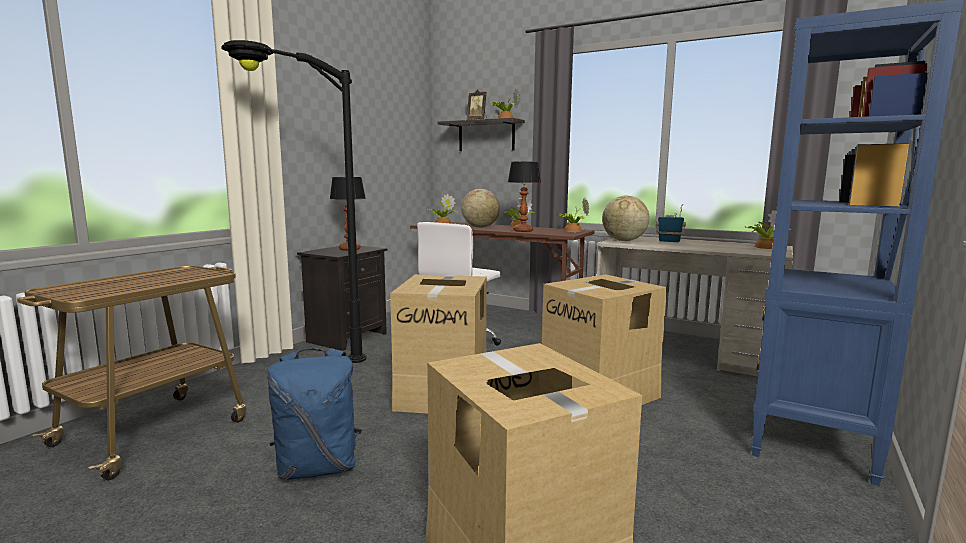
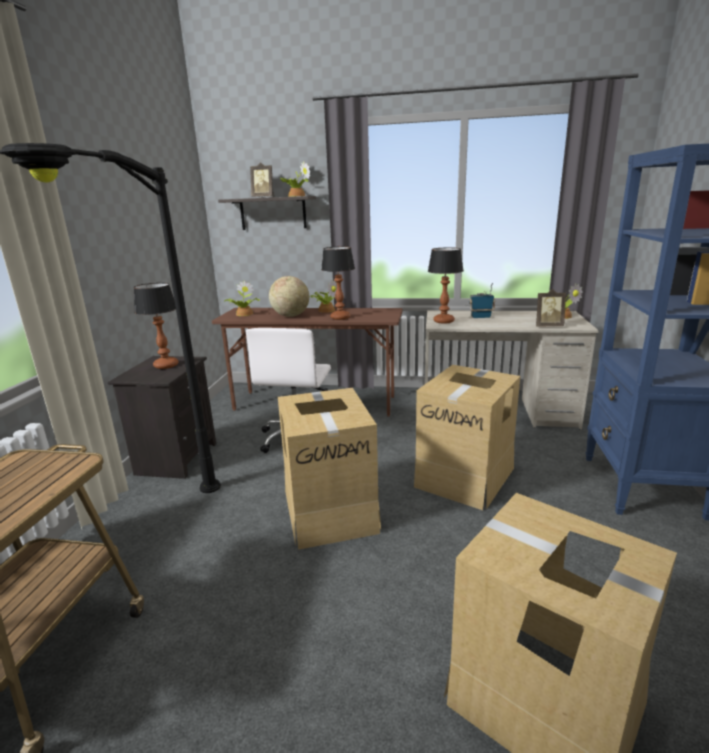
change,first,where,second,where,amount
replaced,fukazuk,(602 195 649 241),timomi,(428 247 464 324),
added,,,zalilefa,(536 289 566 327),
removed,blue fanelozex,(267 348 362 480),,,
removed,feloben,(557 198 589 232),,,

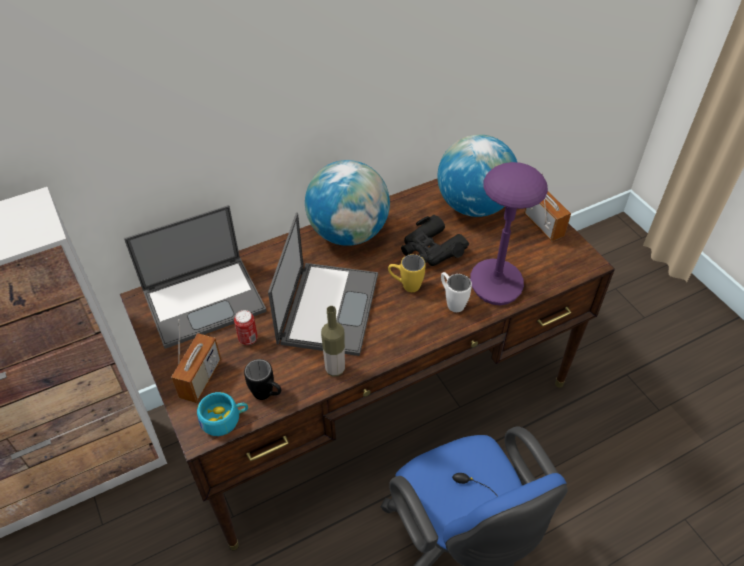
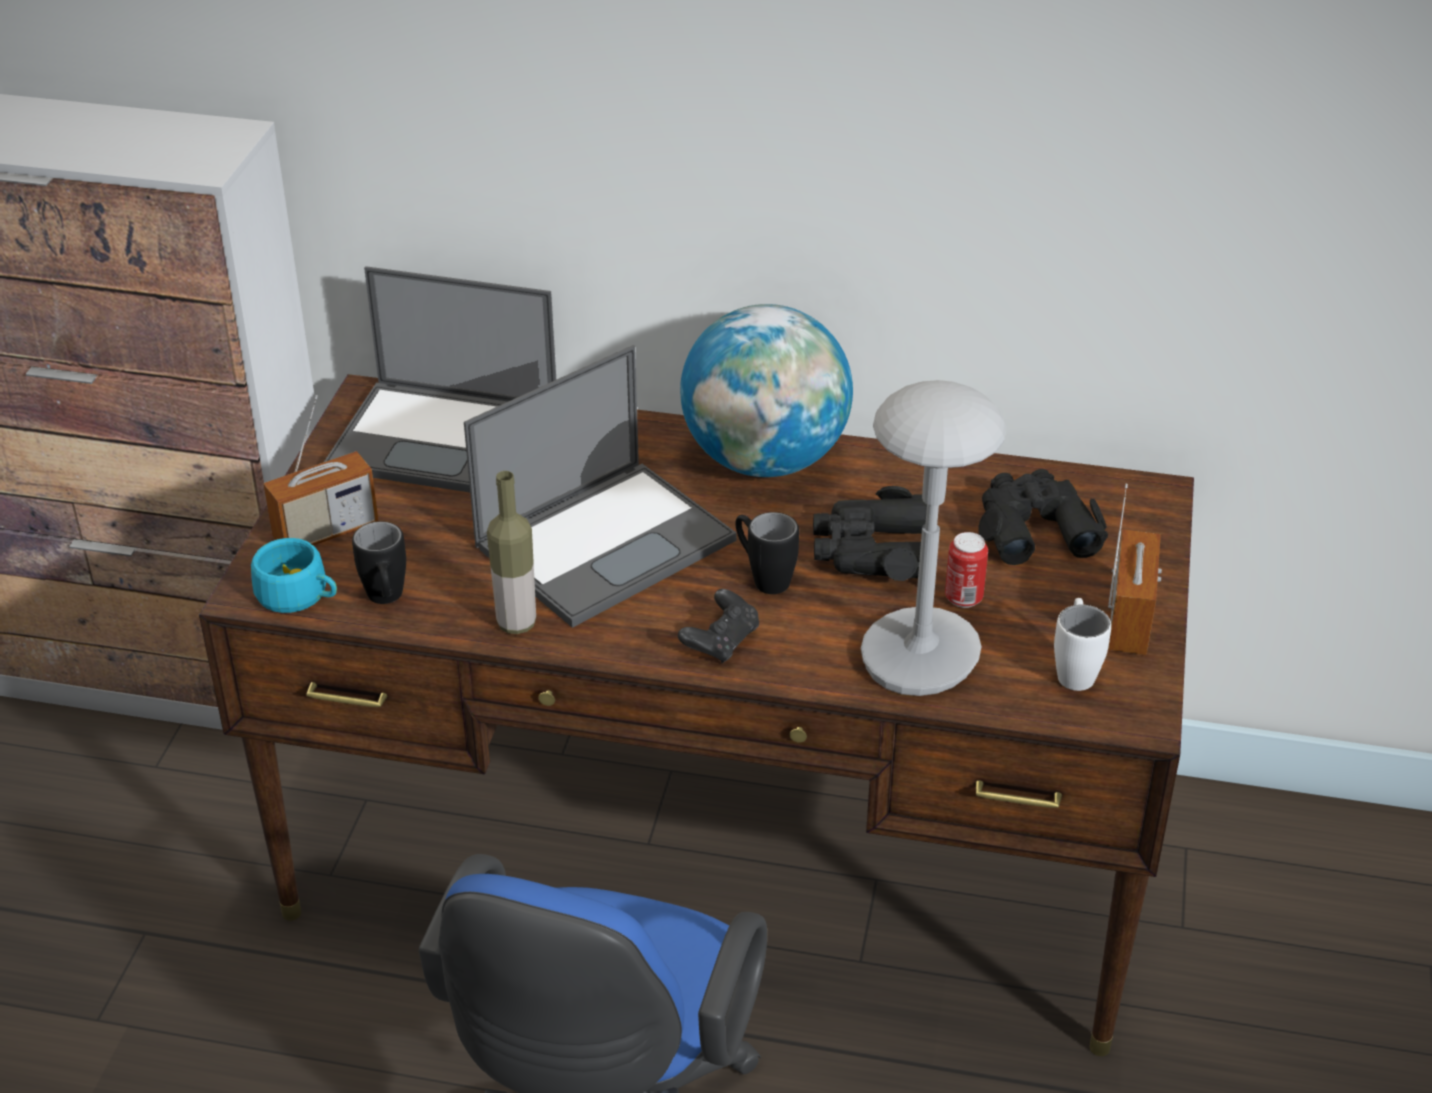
change,first,where,second,where,amount
added,,,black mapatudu,(678 589 759 663),
recoloured,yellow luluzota,(388 254 426 292),black luluzota,(735 512 799 594),
recoloured,purple timomi,(470 162 548 305),grey timomi,(861 380 1006 696),
moved,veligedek,(234 310 258 345),,(945 532 988 608),
replaced,fukazuk,(437 134 517 217),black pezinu,(978 469 1108 565),
moved,white luluzota,(441 272 472 312),,(1054 598 1111 691),

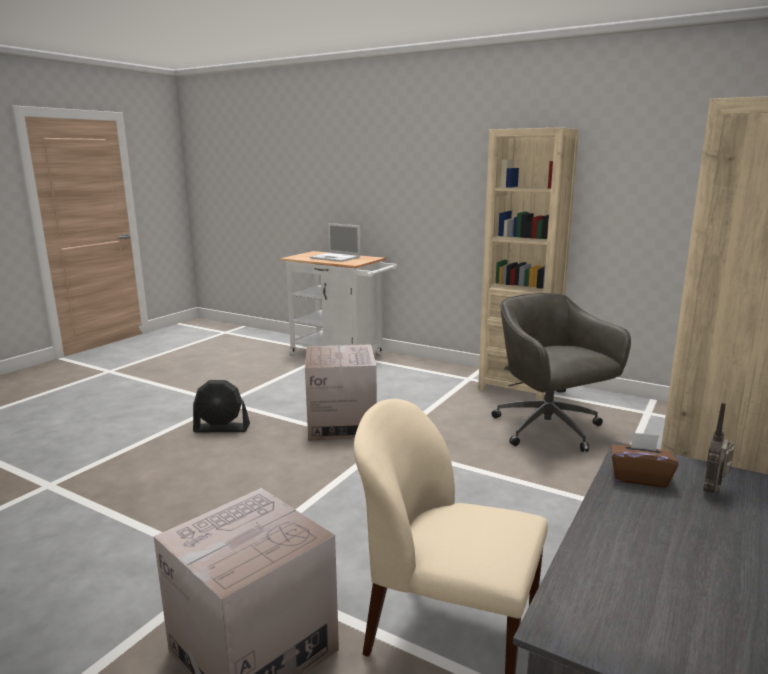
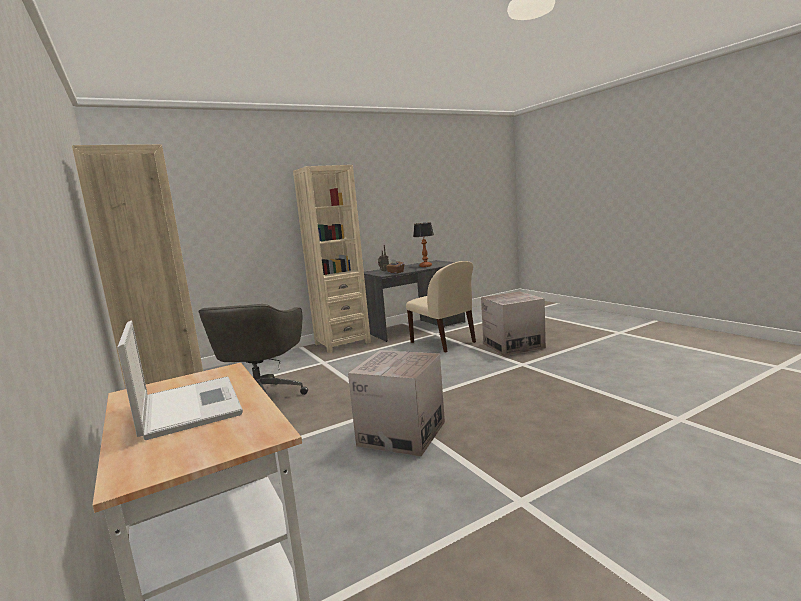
change,first,where,second,where,amount
added,,,timomi,(413 222 434 267),
removed,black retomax,(193 380 250 432),,,

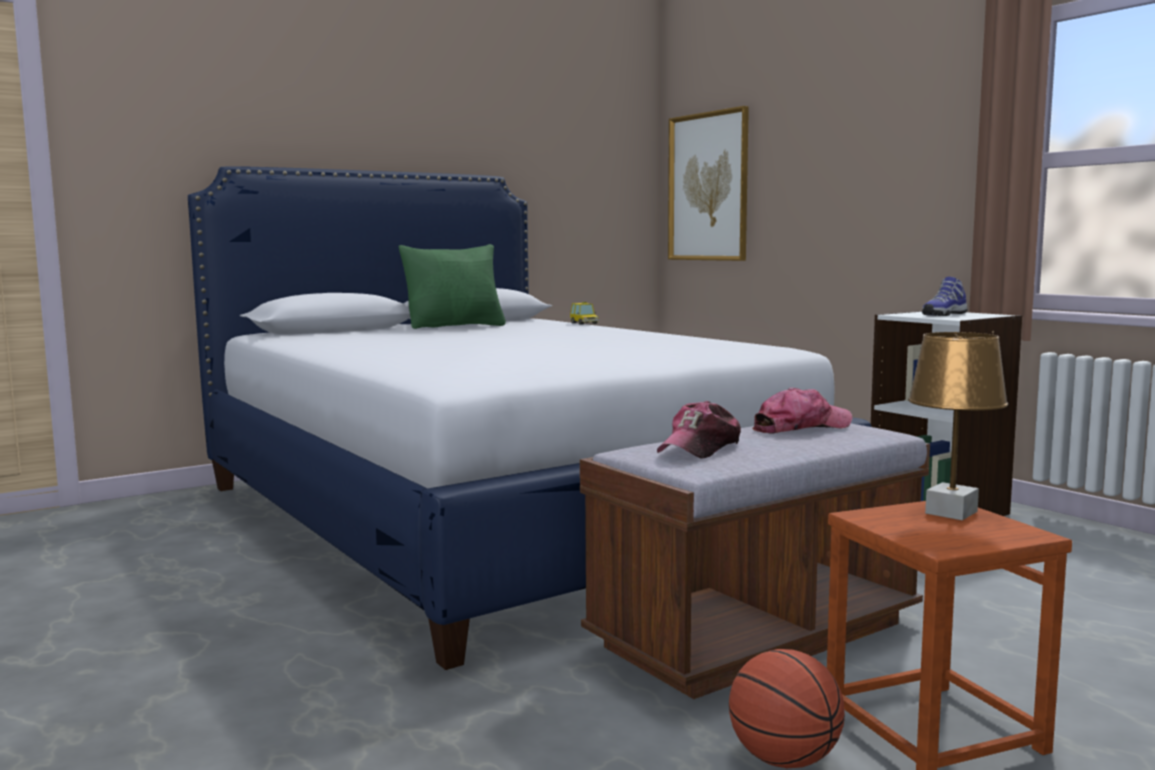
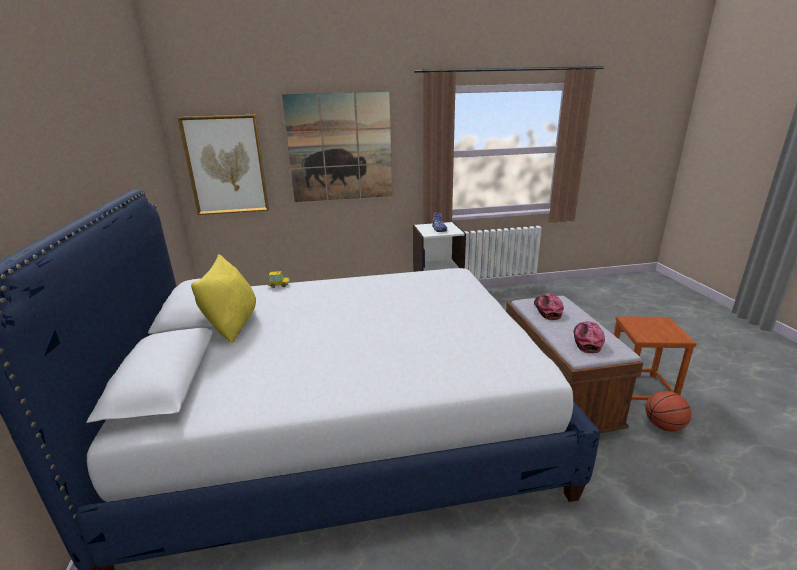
change,first,where,second,where,amount
recoloured,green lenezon,(399 244 506 329),yellow lenezon,(191 254 256 343),
added,,,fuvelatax,(282 92 393 202),
turned,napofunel,(657 401 741 459),,(573 321 605 353),135 degrees counterclockwise
removed,brown timomi,(908 332 1008 520),,,

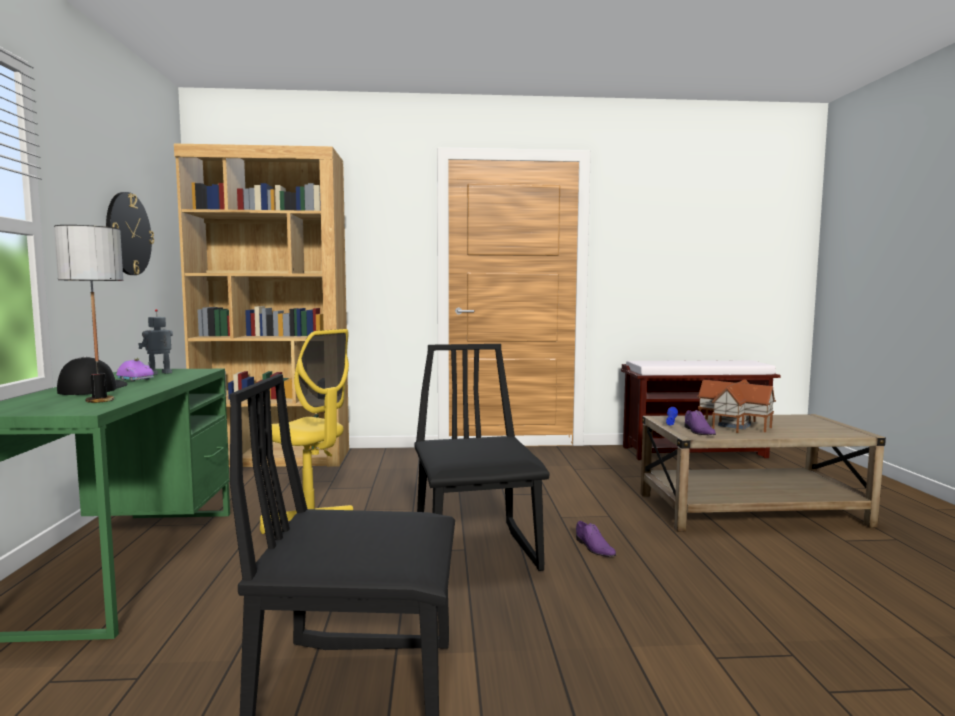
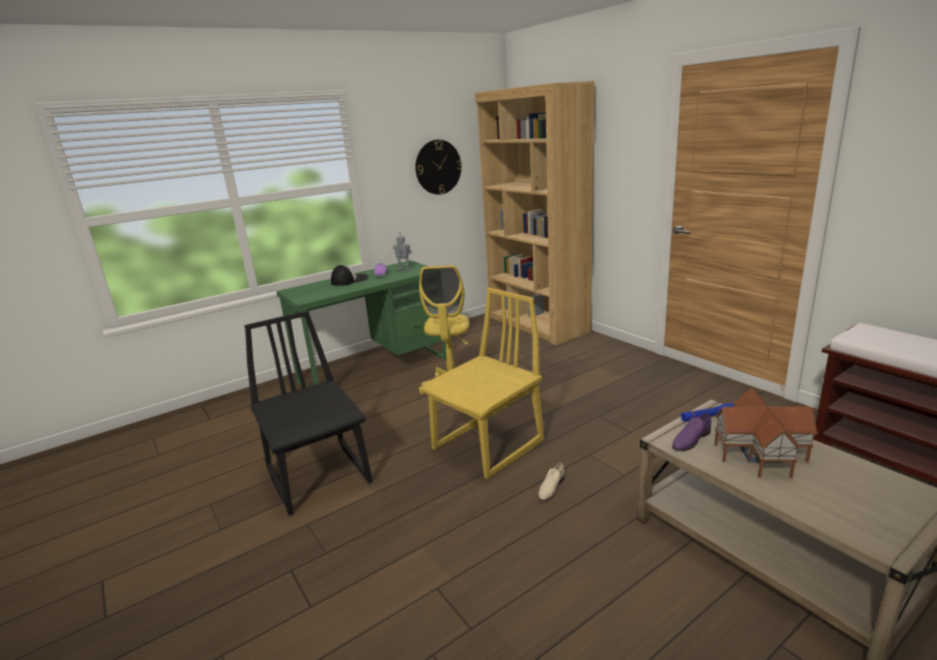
change,first,where,second,where,amount
recoloured,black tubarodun,(414 344 550 571),yellow tubarodun,(421 288 544 480),
recoloured,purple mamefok,(576 521 616 557),beige mamefok,(538 463 565 501),
removed,timomi,(54 225 123 403),,,

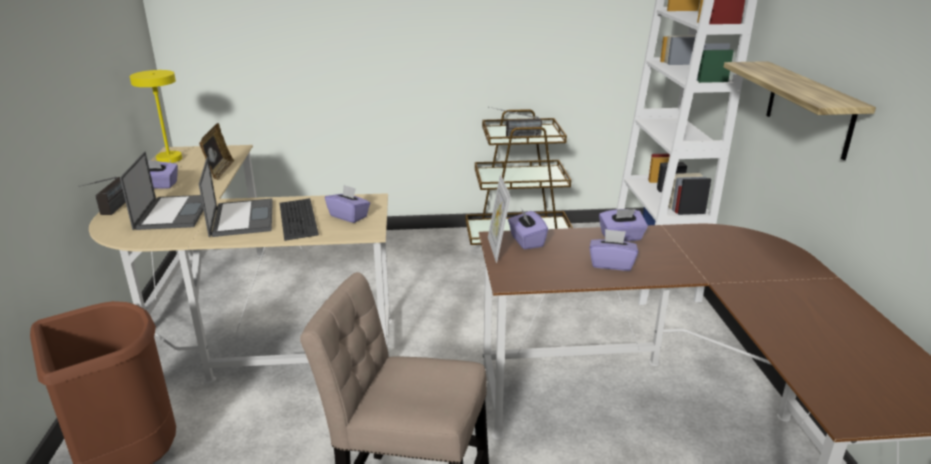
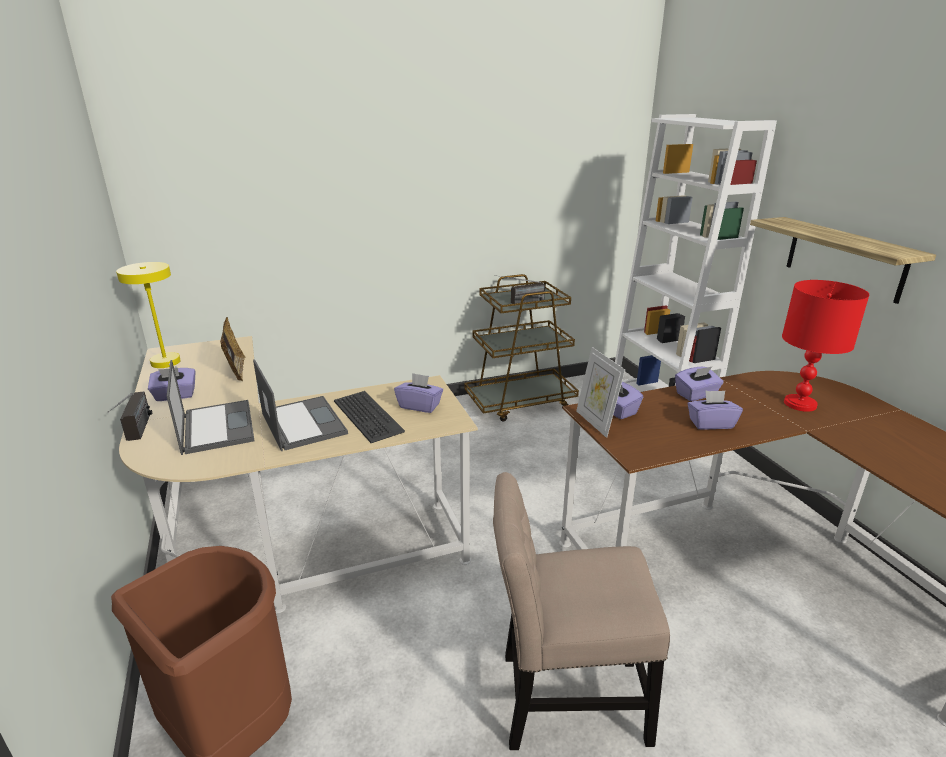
change,first,where,second,where,amount
added,,,red timomi,(782 280 869 412),

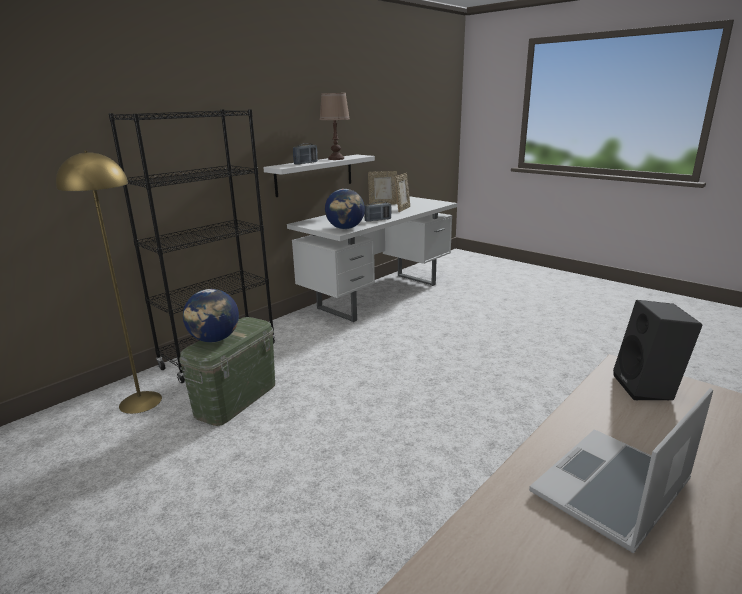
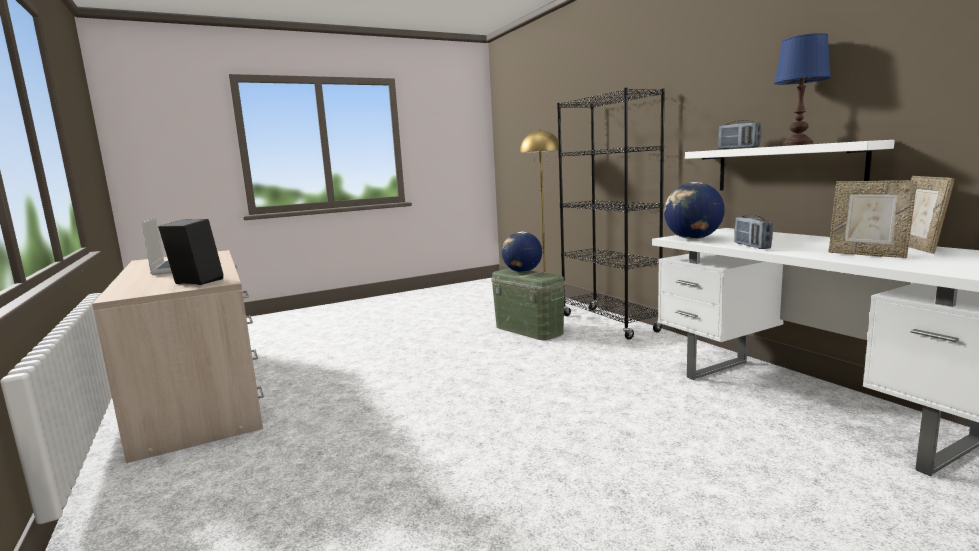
change,first,where,second,where,amount
recoloured,brown timomi,(320 93 350 160),blue timomi,(774 33 831 146),

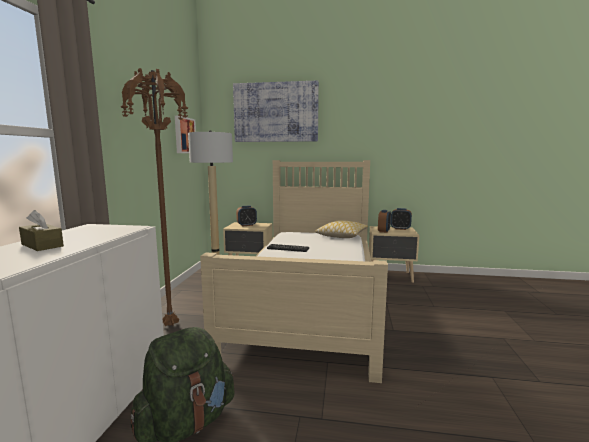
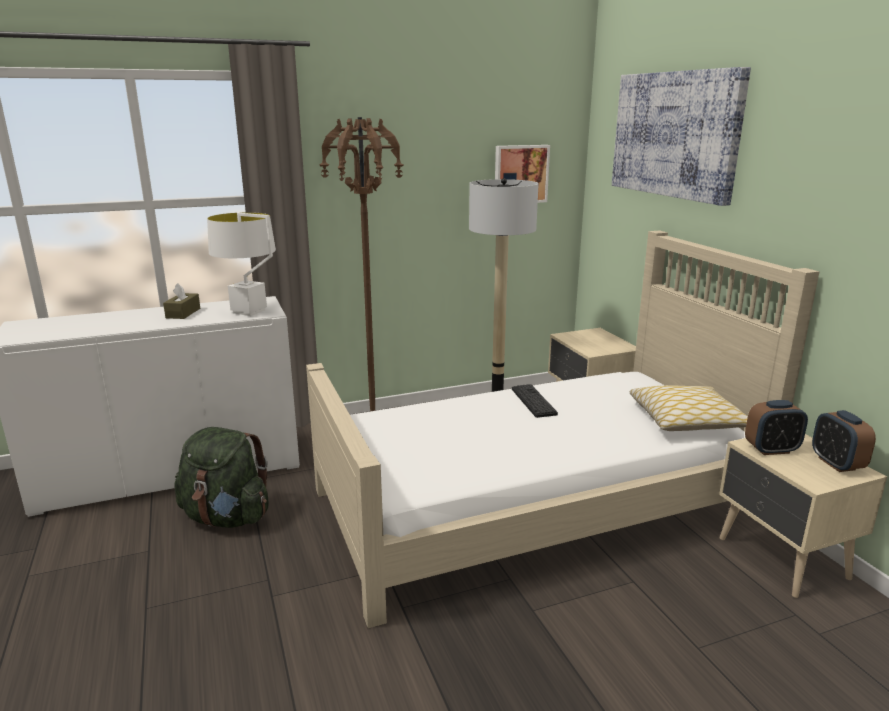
change,first,where,second,where,amount
added,,,white timomi,(207 212 276 316),
removed,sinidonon,(236 206 257 226),,,

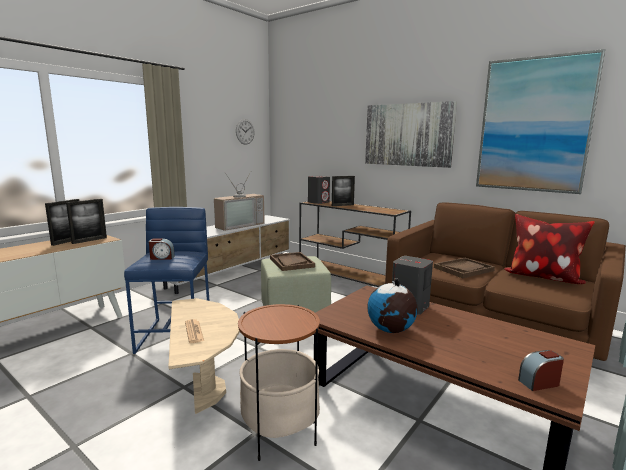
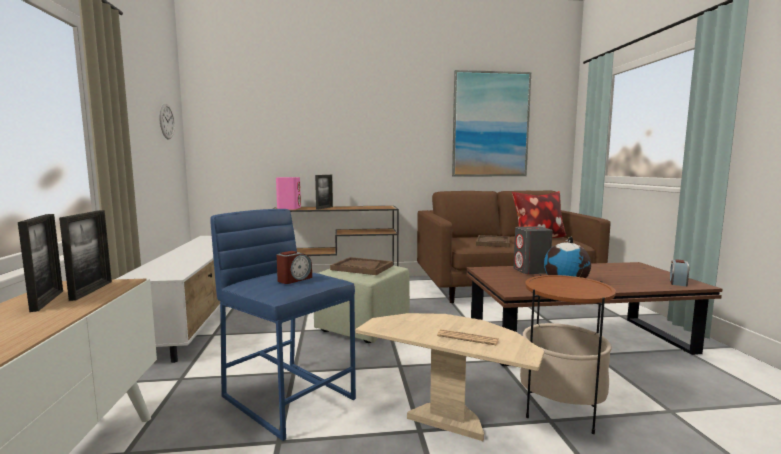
change,first,where,second,where,amount
recoloured,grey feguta,(308 175 330 204),pink feguta,(276 177 301 210),
removed,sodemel,(214 172 265 231),,,
removed,fuvelatax,(365 101 457 168),,,

